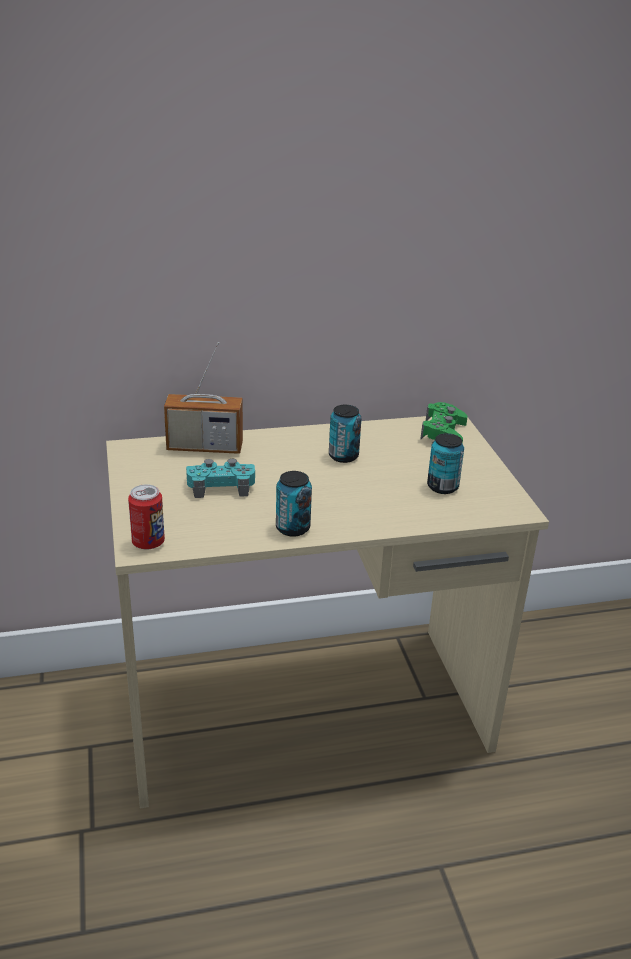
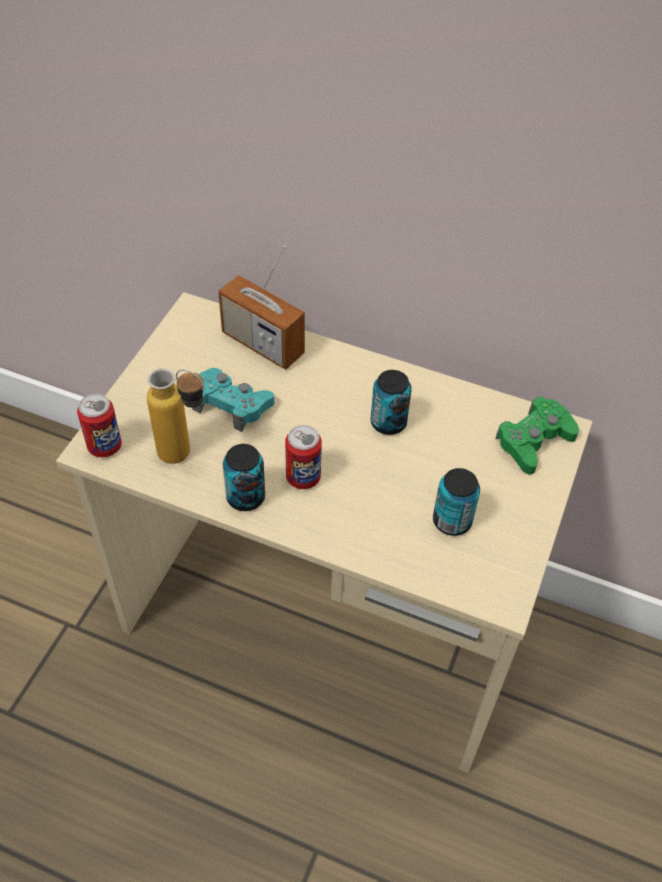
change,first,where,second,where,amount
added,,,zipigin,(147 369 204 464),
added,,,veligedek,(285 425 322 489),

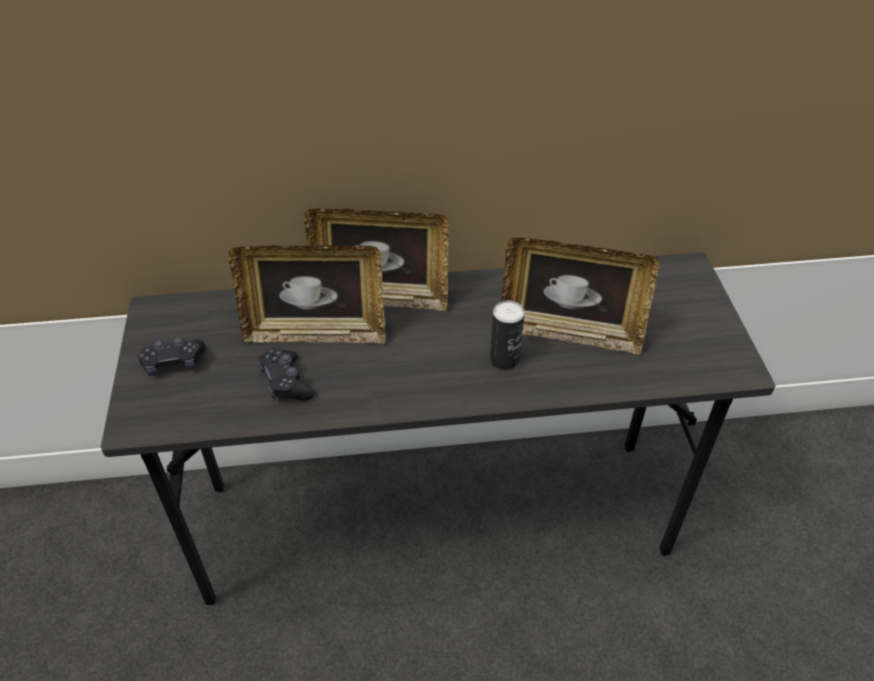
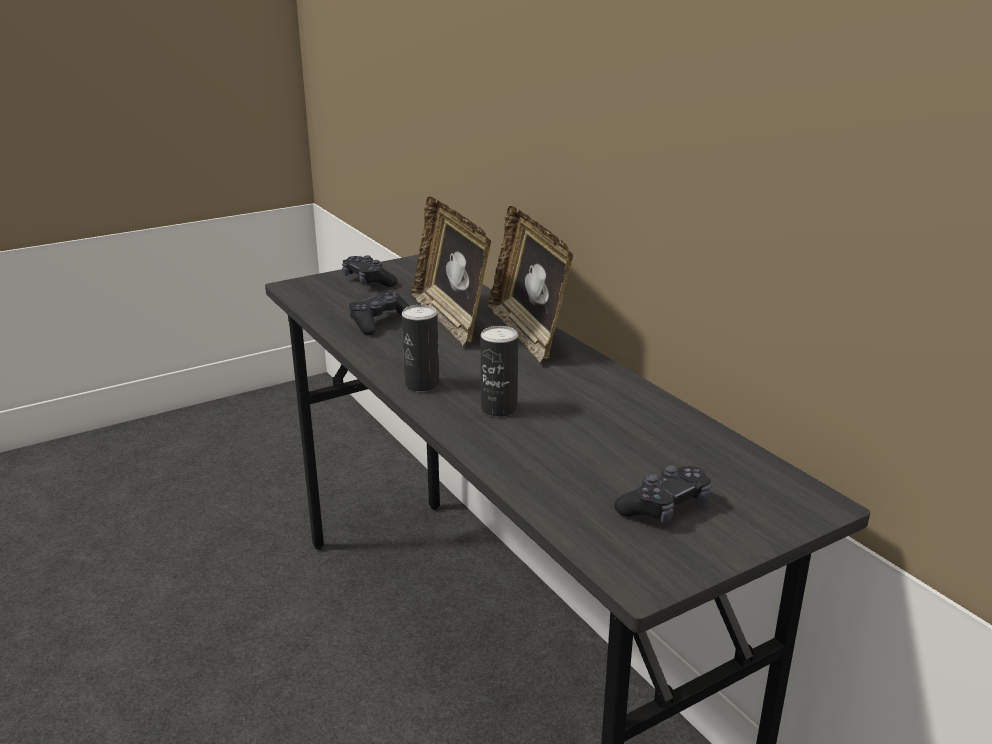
change,first,where,second,where,amount
added,,,veligedek,(402 305 440 392),
added,,,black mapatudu,(614 465 711 524),
removed,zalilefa,(501 238 660 355),,,

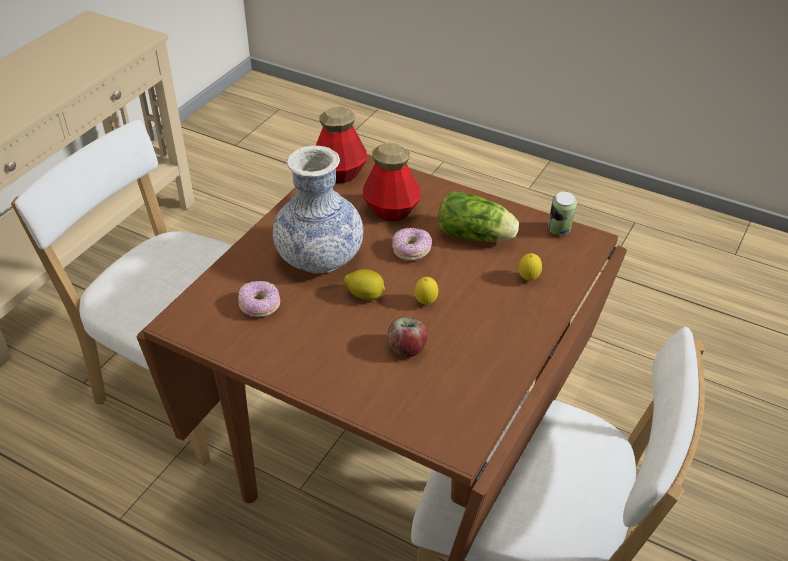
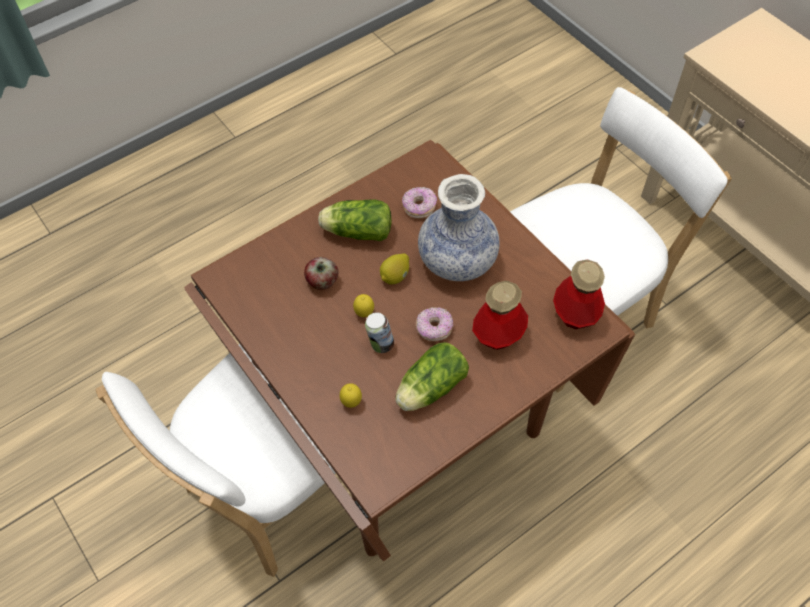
change,first,where,second,where,amount
added,,,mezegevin,(318 199 392 241),
moved,veligedek,(548 191 577 236),,(365 312 394 353),

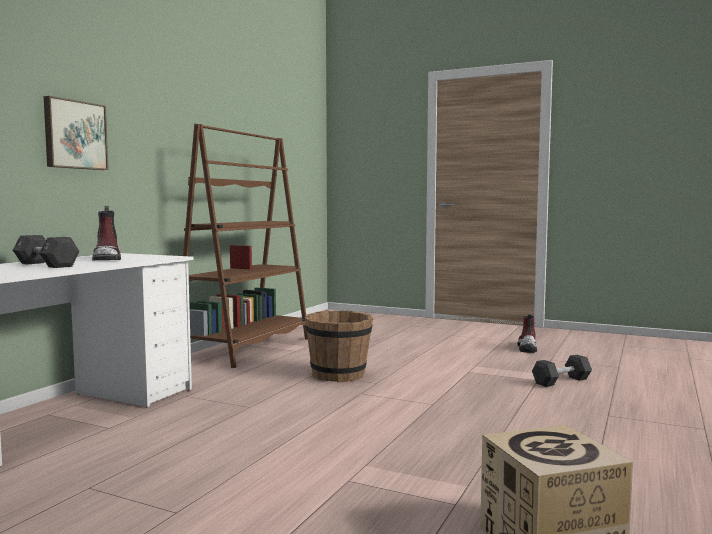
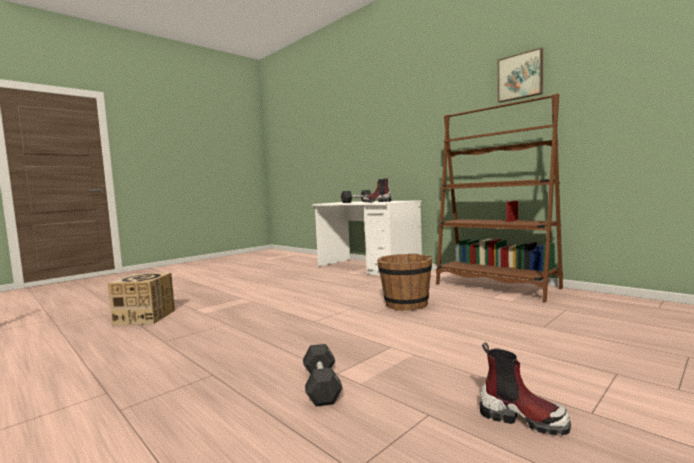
change,first,where,second,where,amount
moved,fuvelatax,(44 96 109 170),,(498 48 543 102),

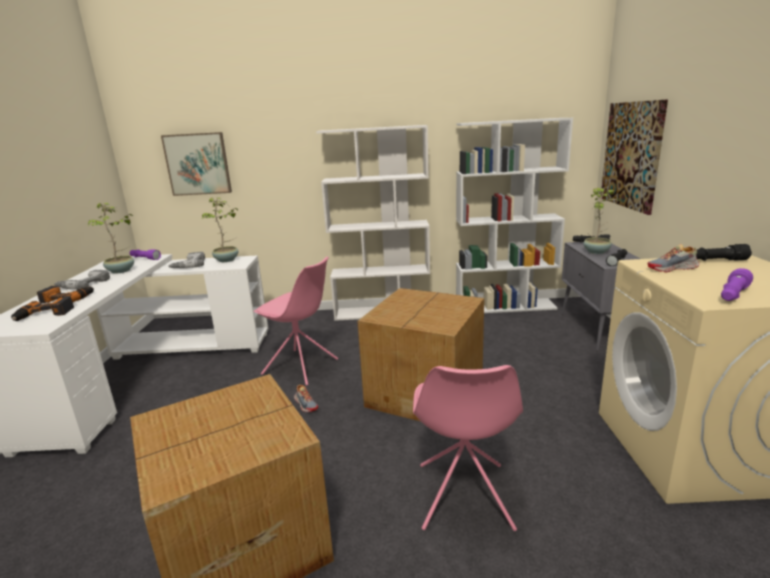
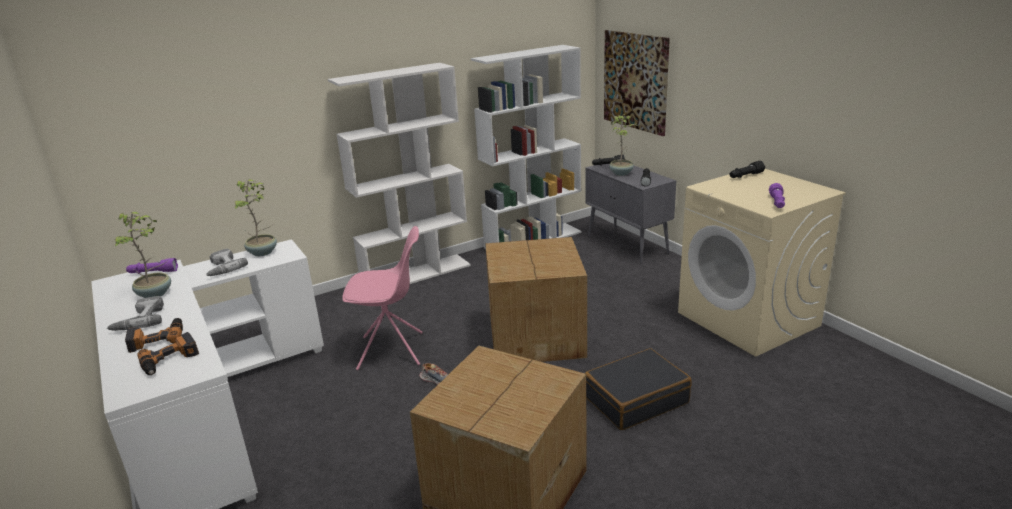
change,first,where,second,where,amount
replaced,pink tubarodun,(413 365 523 531),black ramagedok,(585 348 692 430),
removed,fuvelatax,(161 132 232 196),,,
removed,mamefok,(647 244 700 272),,,

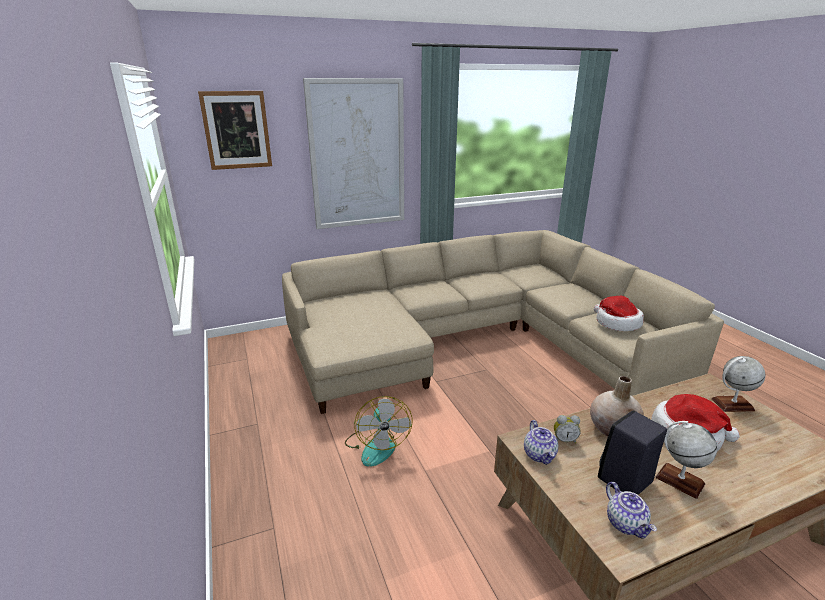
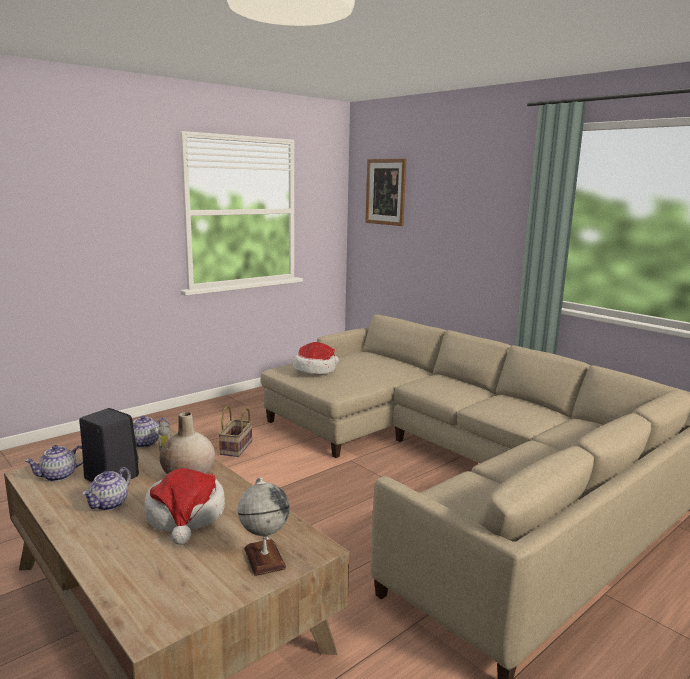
change,first,where,second,where,amount
replaced,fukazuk,(656 421 717 499),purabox,(82 467 131 510),
replaced,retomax,(345 396 412 467),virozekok,(218 406 252 457),
moved,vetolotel,(594 296 644 331),,(293 342 339 374),
removed,fuvelatax,(303 78 404 229),,,

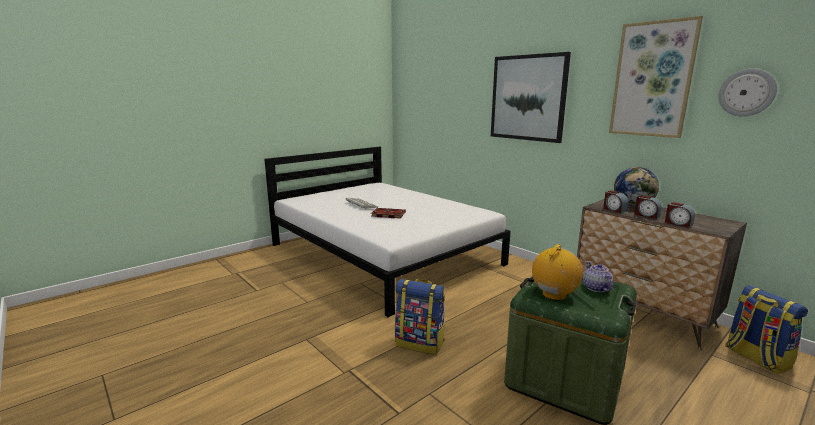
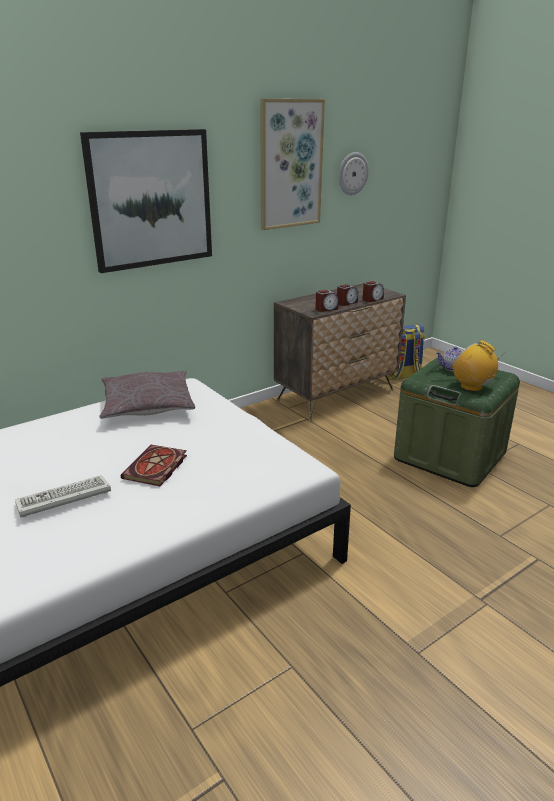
change,first,where,second,where,amount
added,,,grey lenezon,(99 371 195 419),
removed,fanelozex,(395 279 445 354),,,
removed,fukazuk,(614 167 659 207),,,

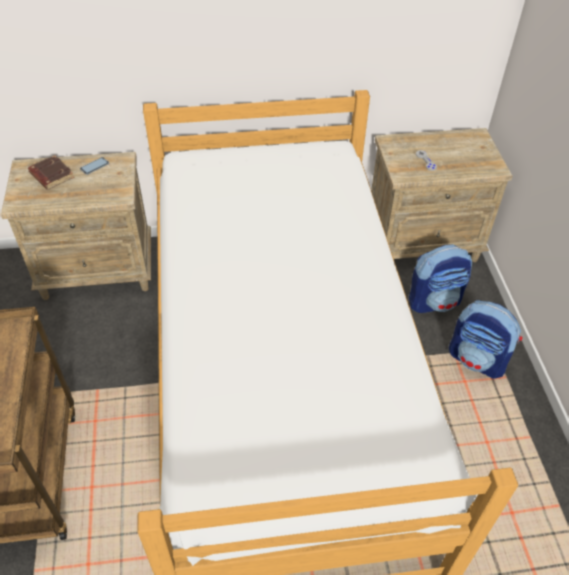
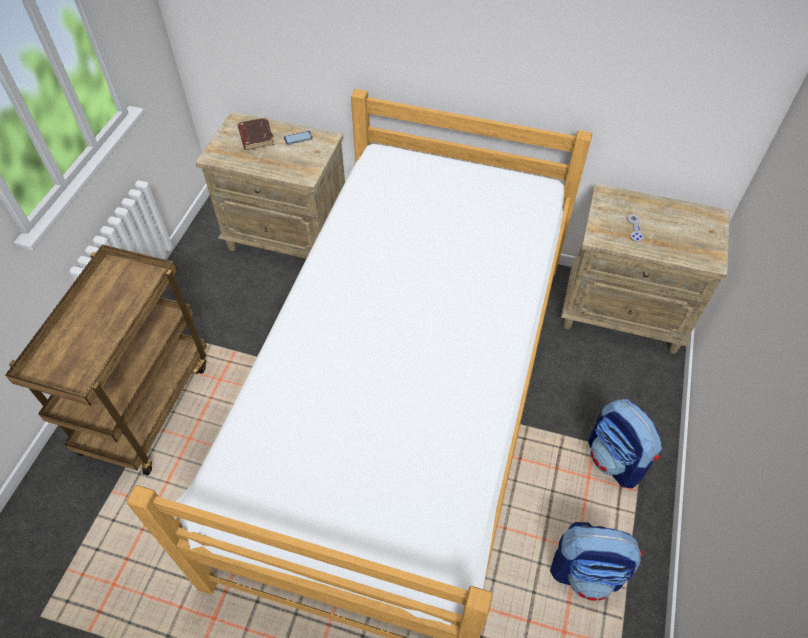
change,first,where,second,where,amount
moved,fanelozex,(409 244 472 313),,(550 522 643 601),

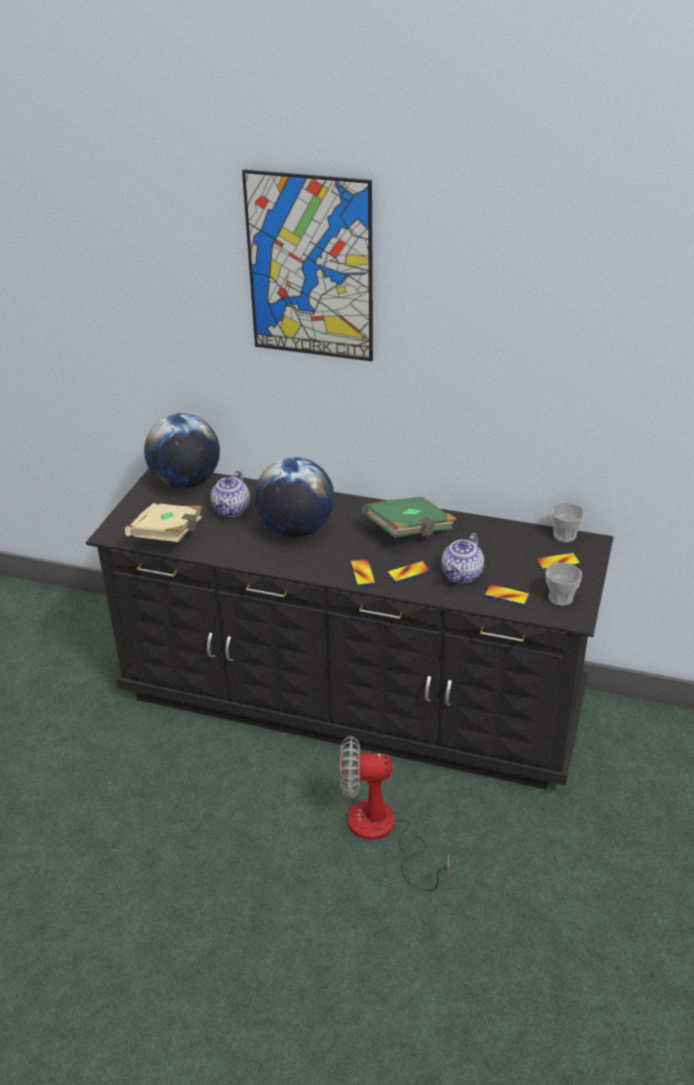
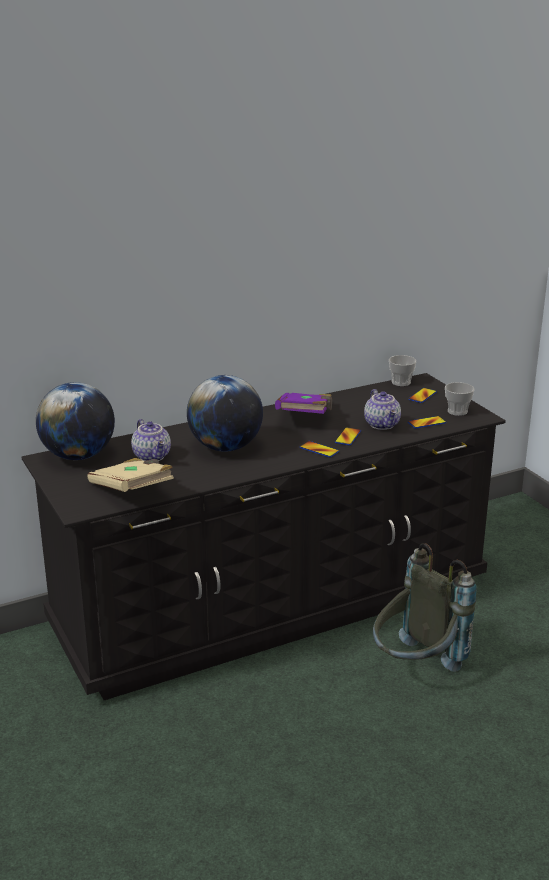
change,first,where,second,where,amount
recoloured,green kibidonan,(362 497 457 538),purple kibidonan,(275 393 332 414),
replaced,retomax,(339 736 449 891),grey fanelozex,(373 543 477 672),
removed,fuvelatax,(242 169 373 361),,,

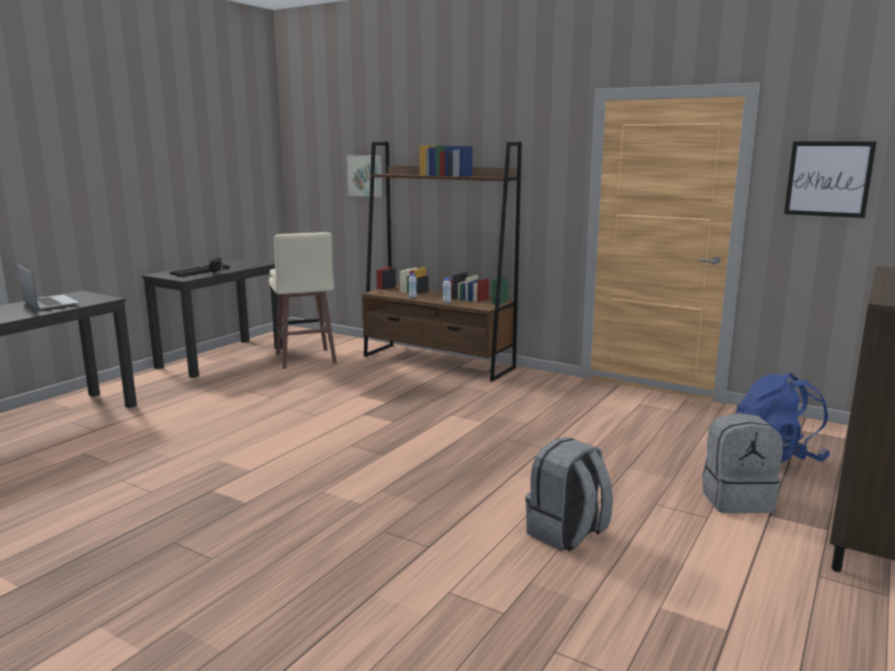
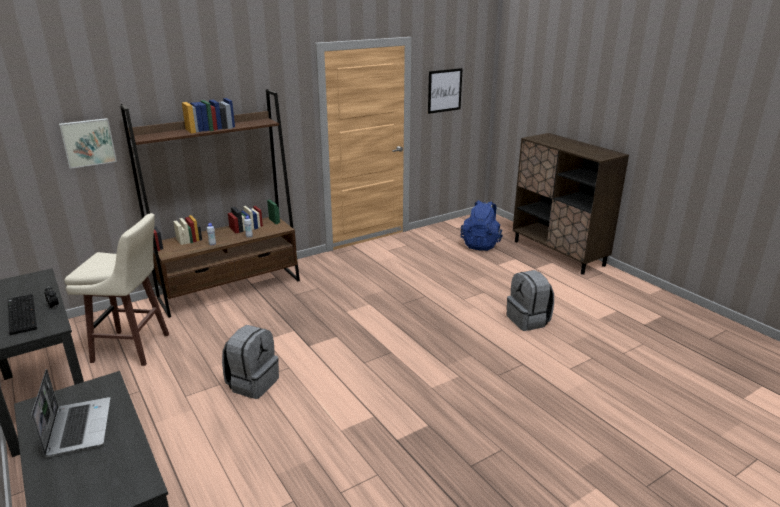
change,first,where,second,where,amount
turned,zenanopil,(18 265 79 311),,(31 369 111 457),90 degrees clockwise
moved,grey fanelozex,(702 413 783 513),,(222 325 279 399),

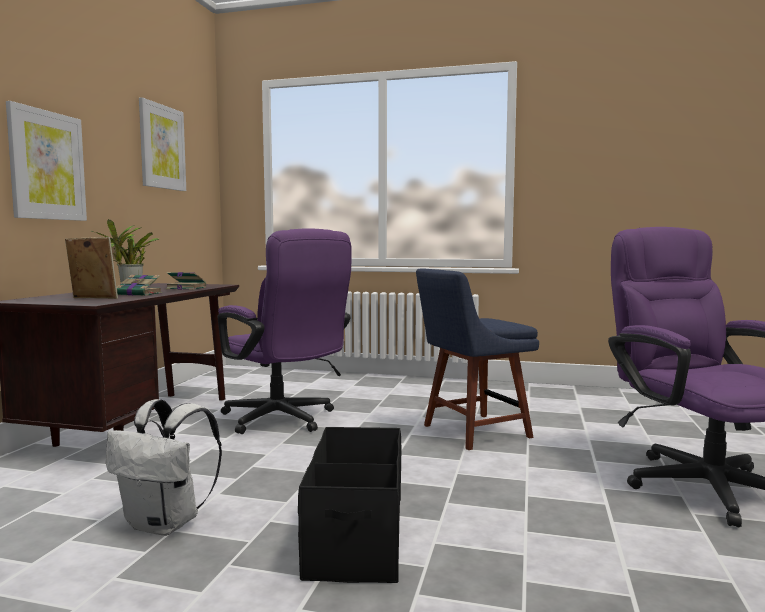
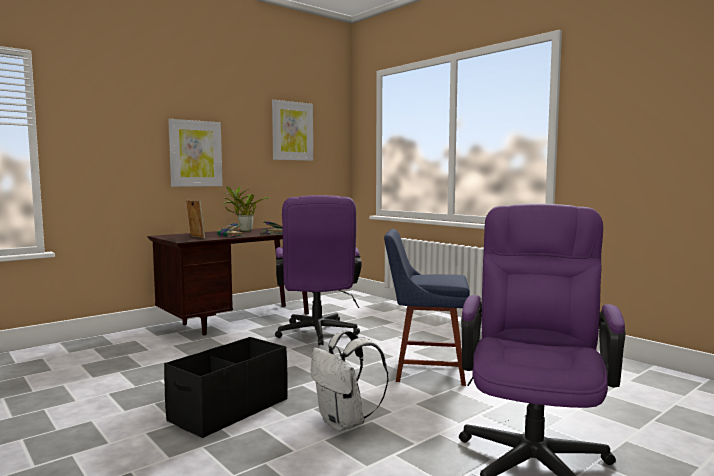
change,first,where,second,where,amount
moved,white fanelozex,(106 399 222 536),,(311 330 388 431),

